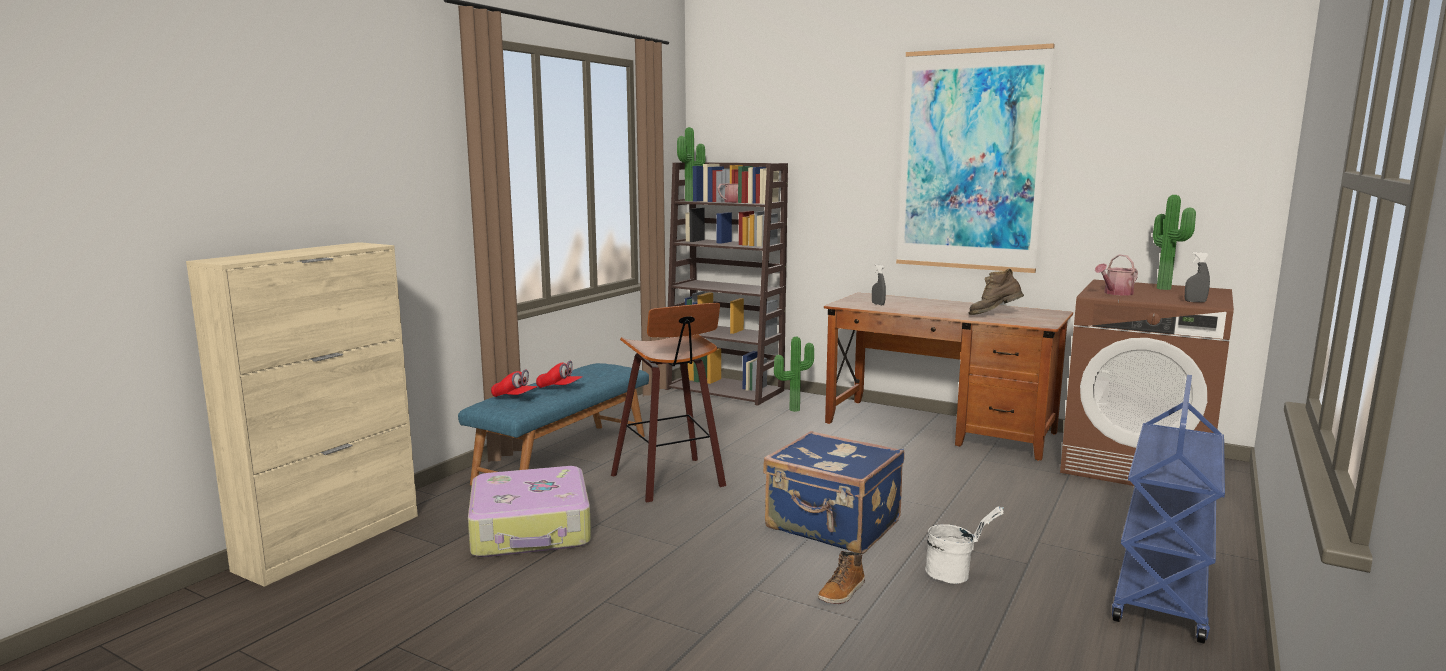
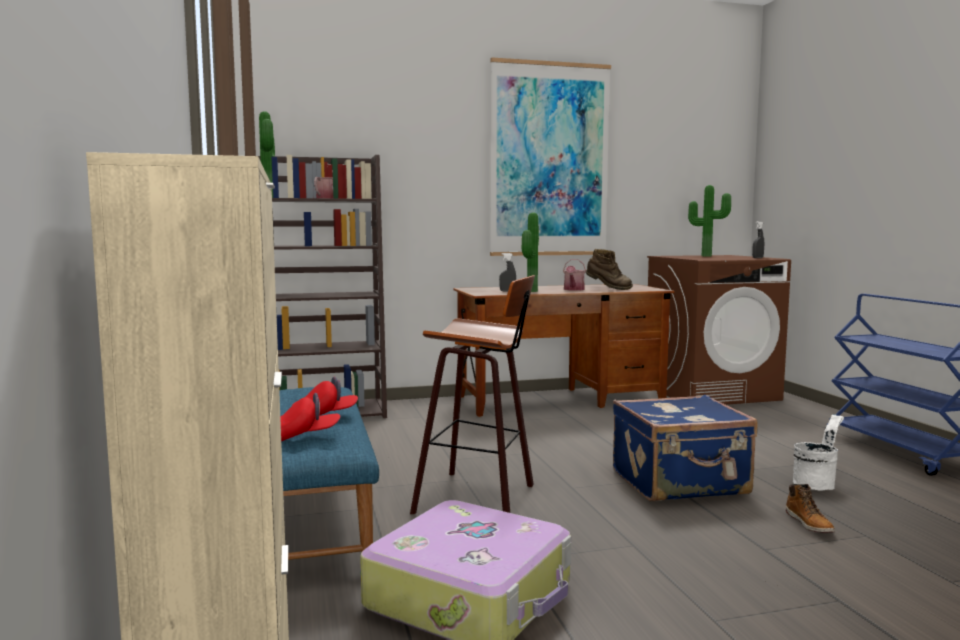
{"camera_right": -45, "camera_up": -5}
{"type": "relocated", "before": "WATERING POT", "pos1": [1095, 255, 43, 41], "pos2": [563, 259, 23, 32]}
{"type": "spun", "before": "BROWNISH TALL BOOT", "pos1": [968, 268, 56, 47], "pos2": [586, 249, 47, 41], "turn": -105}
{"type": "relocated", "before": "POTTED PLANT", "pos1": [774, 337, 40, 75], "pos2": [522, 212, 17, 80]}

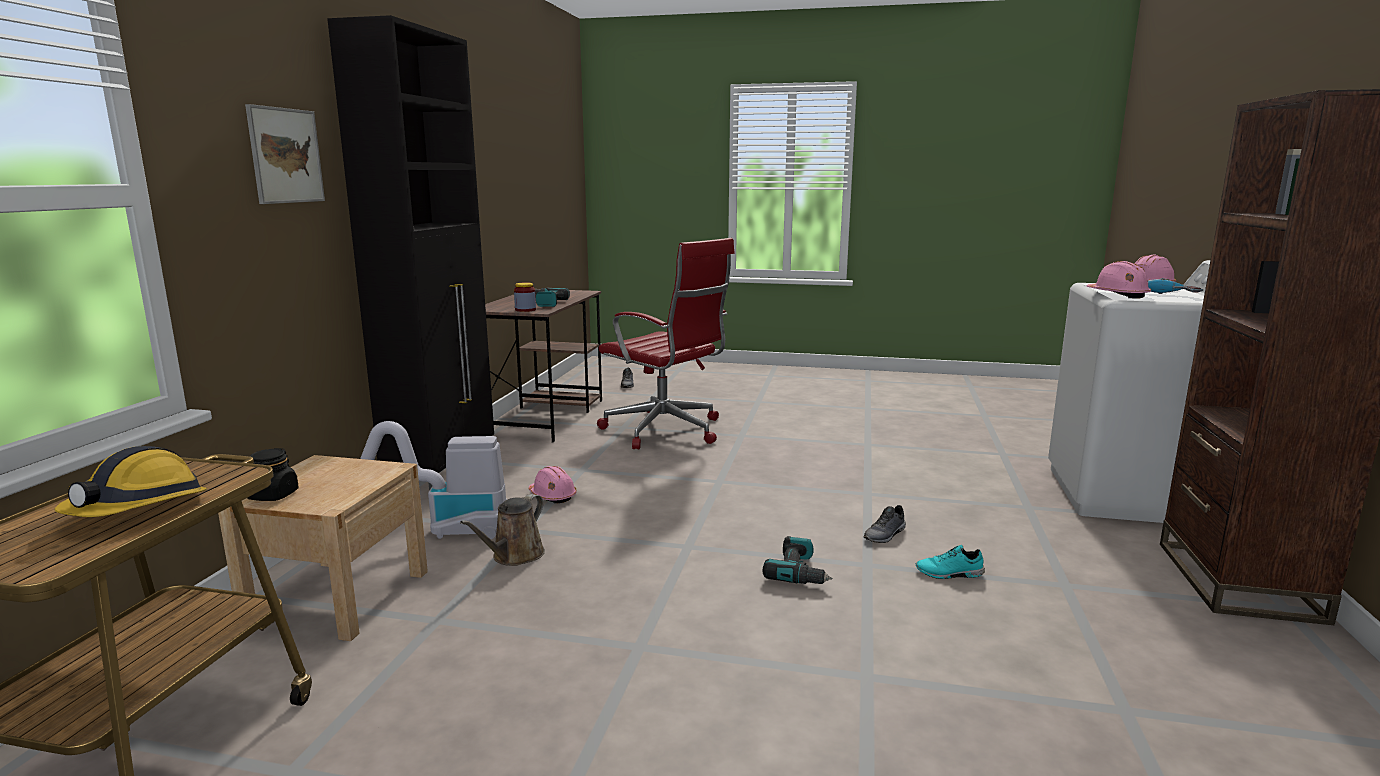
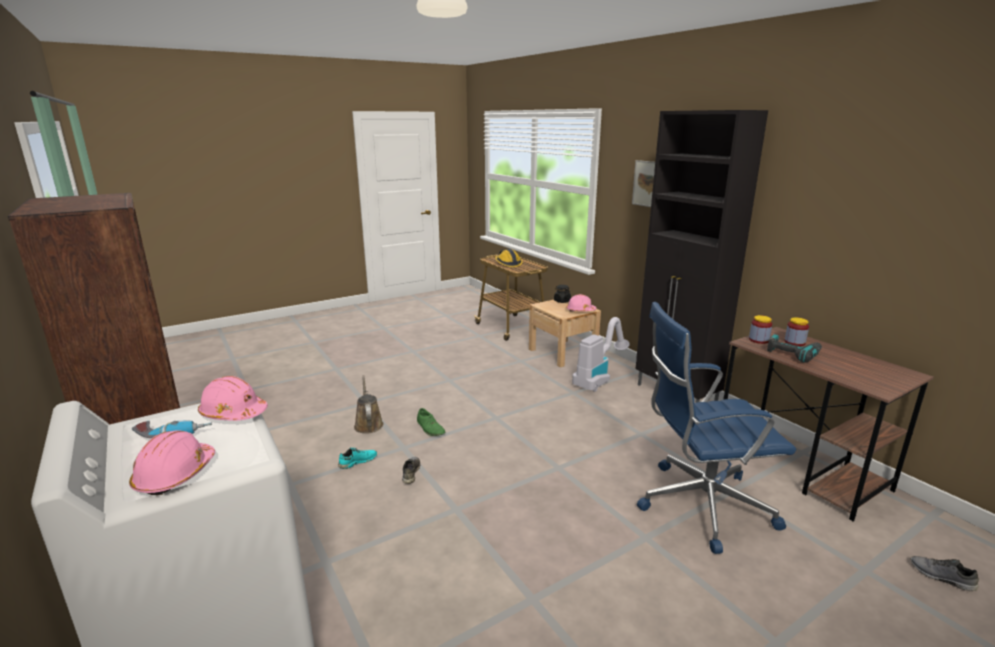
{"camera_right": 135, "camera_up": 5}
{"type": "colour", "before": "RED-COLOURED OFFICE CHAIR", "after": "BLUISH OFFICE CHAIR", "pos1": [597, 238, 138, 211], "pos2": [637, 302, 159, 252]}
{"type": "relocated", "before": "PINK-COLOURED HARD HAT", "pos1": [528, 466, 48, 37], "pos2": [566, 294, 31, 18]}
{"type": "relocated", "before": "BROWNISH WATERING POT", "pos1": [460, 494, 85, 72], "pos2": [354, 375, 30, 59]}
{"type": "exchanged", "before": "DRILL", "after": "GREENISH ITEM OF FOOTWEAR", "pos1": [763, 536, 69, 48], "pos2": [417, 408, 28, 28]}
{"type": "appeared", "after": "STORAGE JAR", "pos2": [784, 317, 25, 29]}

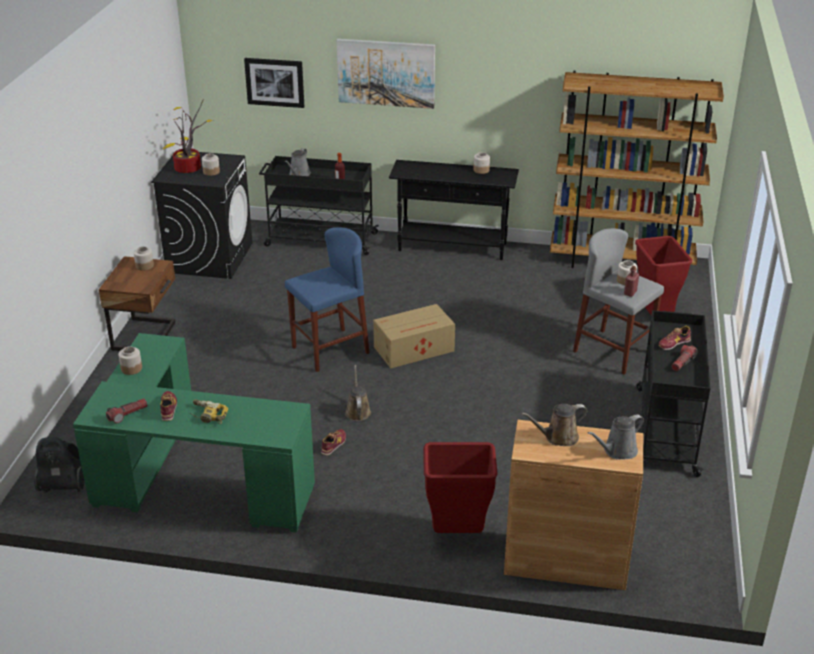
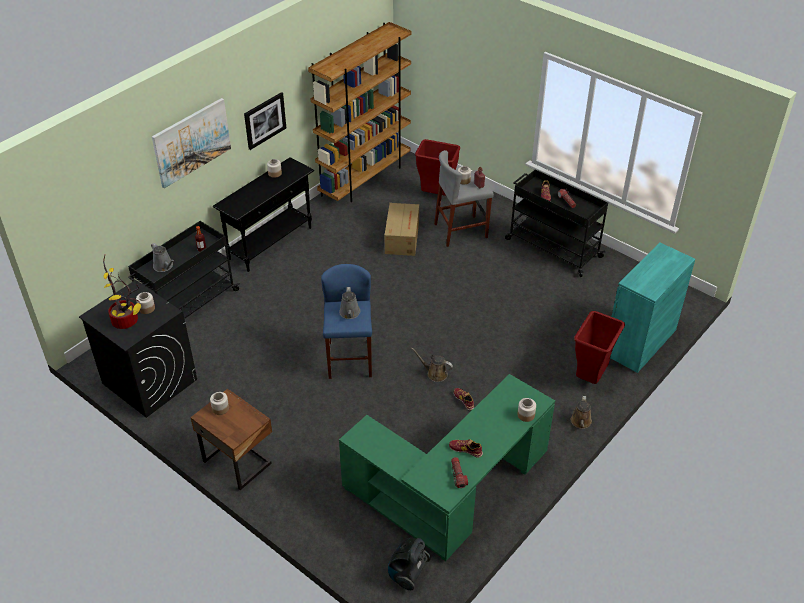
{"camera_right": -60, "camera_up": 10}
{"type": "relocated", "before": "PICTURE", "pos1": [244, 58, 60, 50], "pos2": [244, 92, 42, 58]}
{"type": "relocated", "before": "CARTON", "pos1": [373, 304, 82, 64], "pos2": [385, 203, 34, 53]}
{"type": "relocated", "before": "STORAGE JAR", "pos1": [118, 346, 24, 29], "pos2": [517, 398, 19, 24]}
{"type": "missing", "before": "DRILL", "pos1": [190, 399, 38, 25]}
{"type": "relocated", "before": "BROWNISH WATERING POT", "pos1": [522, 404, 65, 42], "pos2": [571, 396, 21, 33]}
{"type": "relocated", "before": "GRAY WATERING POT", "pos1": [587, 414, 57, 46], "pos2": [339, 287, 21, 32]}
{"type": "colour", "before": "BROWNISH CUPBOARD", "after": "TURQUOISE-COLOURED CUPBOARD", "pos1": [504, 420, 139, 170], "pos2": [610, 242, 85, 131]}

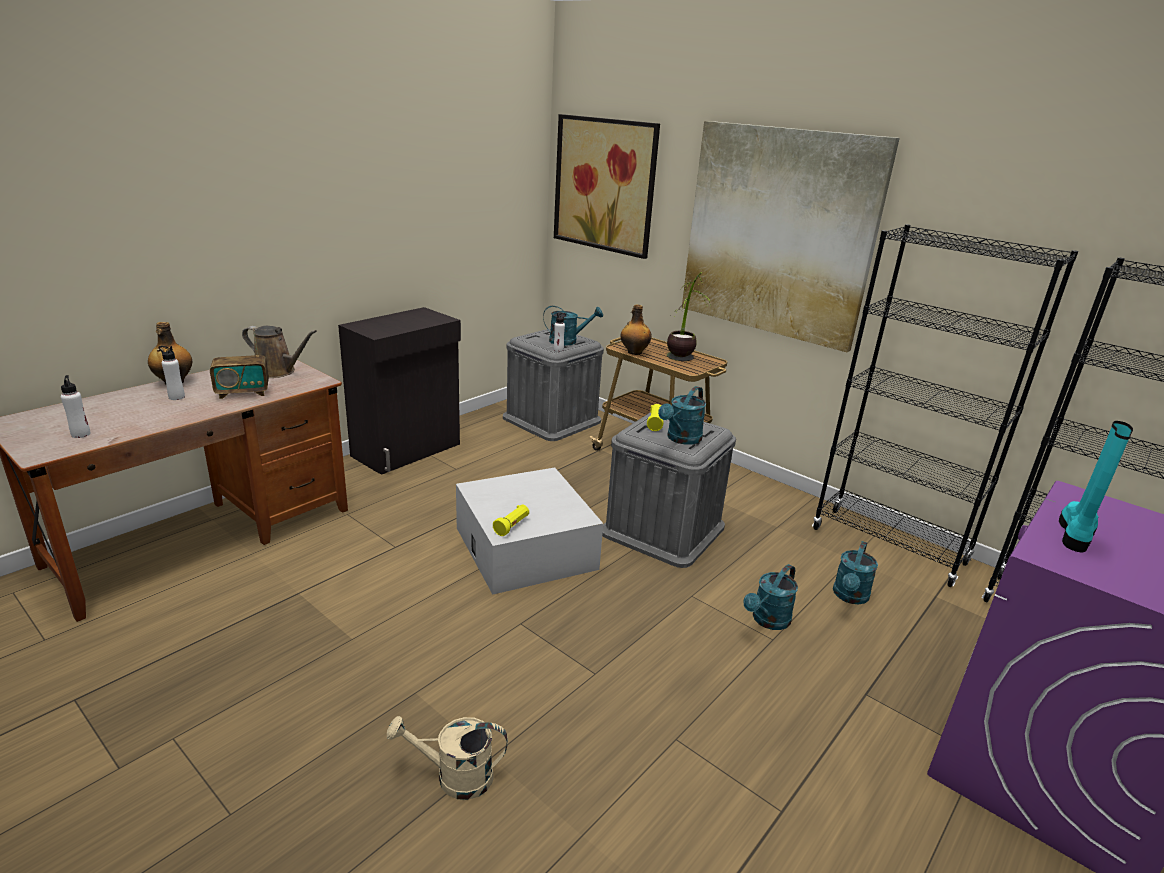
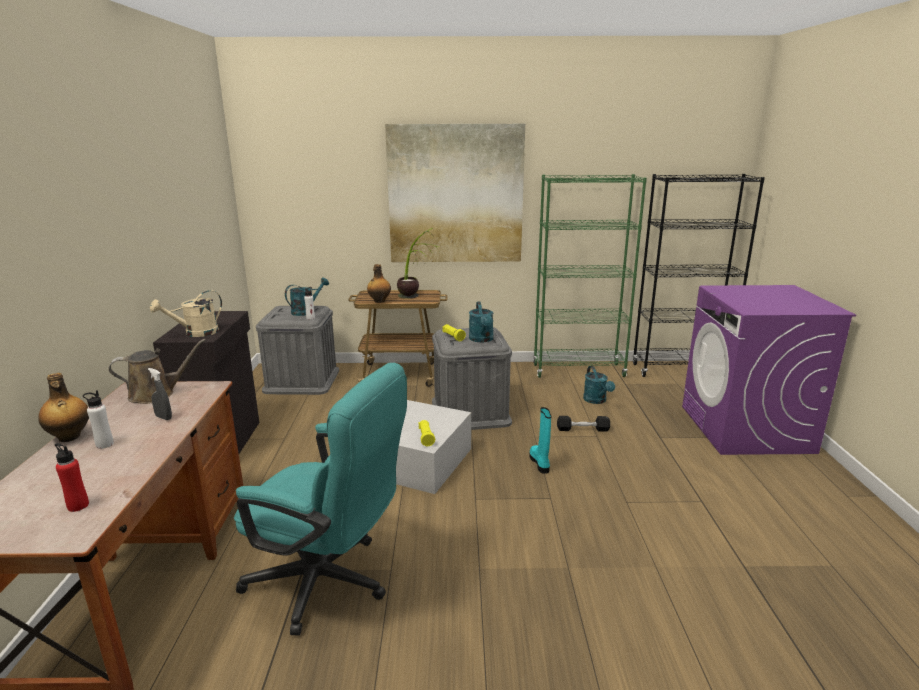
{"camera_right": -40, "camera_up": -5}
{"type": "missing", "before": "PICTURE", "pos1": [554, 114, 106, 145]}
{"type": "colour", "before": "BLACK-COLOURED BOOKCASE", "after": "GREENISH BOOKCASE", "pos1": [812, 224, 266, 363], "pos2": [533, 174, 114, 204]}
{"type": "exchanged", "before": "RADIO SET", "after": "GRAY SPRAYER", "pos1": [210, 329, 59, 70], "pos2": [148, 368, 24, 52]}
{"type": "colour", "before": "WHITE DRINK BOTTLE", "after": "RED-COLOURED DRINK BOTTLE", "pos1": [61, 375, 30, 63], "pos2": [55, 443, 34, 69]}
{"type": "relocated", "before": "TURQUOISE-COLOURED TALL BOOT", "pos1": [1059, 421, 74, 131], "pos2": [530, 407, 21, 67]}
{"type": "exchanged", "before": "TURQUOISE-COLOURED WATERING POT", "after": "BLACK-COLOURED HAND WEIGHT", "pos1": [743, 564, 55, 66], "pos2": [557, 416, 53, 16]}
{"type": "relocated", "before": "SAND-COLOURED WATERING POT", "pos1": [387, 716, 121, 84], "pos2": [150, 290, 72, 47]}
{"type": "appeared", "after": "TURQUOISE-COLOURED OFFICE CHAIR", "pos2": [234, 363, 173, 273]}

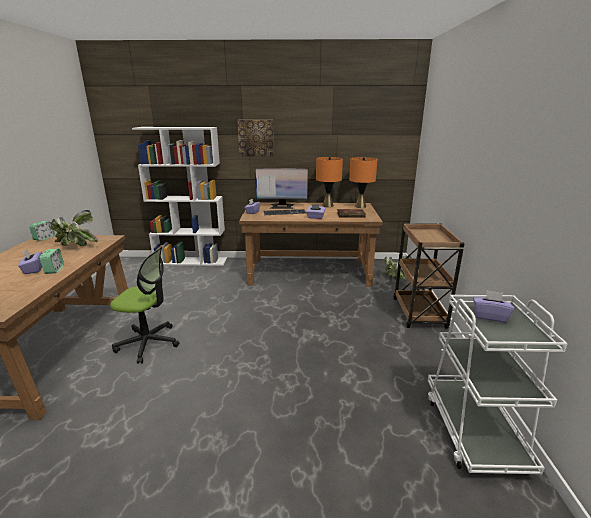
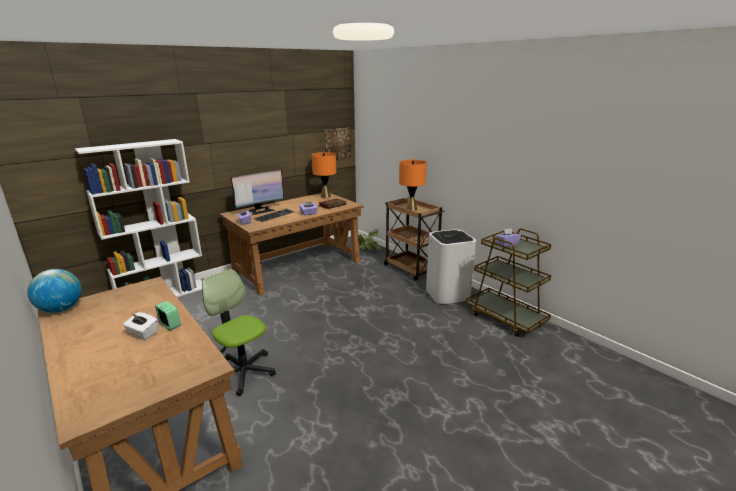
{"camera_right": -40, "camera_up": 0}
{"type": "relocated", "before": "PICTURE", "pos1": [237, 120, 37, 36], "pos2": [324, 128, 27, 32]}
{"type": "relocated", "before": "ORANGEY TABLETOP LAMP", "pos1": [316, 157, 27, 50], "pos2": [399, 160, 28, 51]}
{"type": "missing", "before": "POTTED PLANT", "pos1": [49, 210, 49, 36]}
{"type": "exchanged", "before": "TABLE CLOCK", "after": "WORLD GLOBE", "pos1": [29, 221, 26, 20], "pos2": [27, 269, 54, 44]}
{"type": "spun", "before": "OFFICE CHAIR", "pos1": [110, 247, 70, 117], "pos2": [202, 269, 74, 127], "turn": -105}
{"type": "colour", "before": "PURPLE TISSUE HOLDER", "after": "WHITE TISSUE HOLDER", "pos1": [18, 249, 24, 25], "pos2": [123, 312, 35, 28]}
{"type": "colour", "before": "WHITE WHEELED CART", "after": "BROWNISH WHEELED CART", "pos1": [428, 295, 140, 179], "pos2": [466, 228, 85, 109]}
{"type": "appeared", "after": "WHITE RUBBISH BIN", "pos2": [426, 229, 50, 75]}

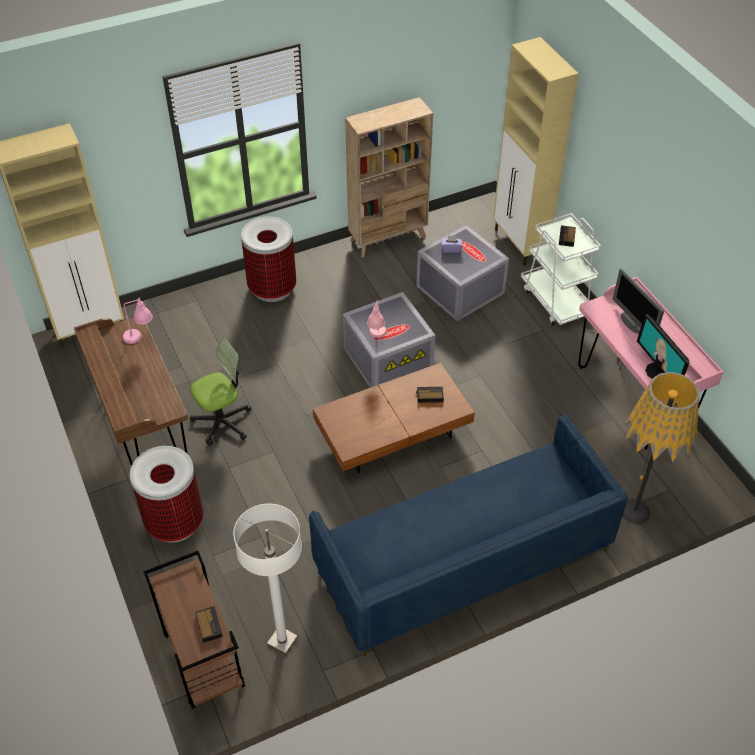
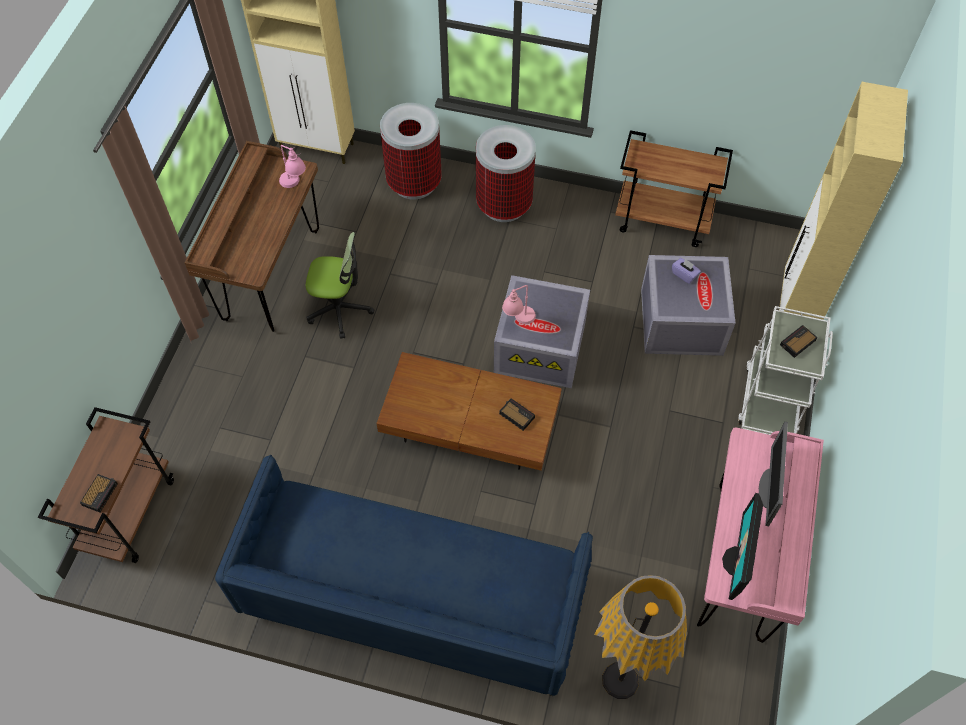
{"camera_right": 40, "camera_up": 10}
{"type": "exchanged", "before": "SAND-COLOURED BOOKCASE", "after": "BROWNISH WHEELED CART", "pos1": [345, 97, 88, 161], "pos2": [615, 130, 118, 117]}
{"type": "relocated", "before": "RUBBISH BIN", "pos1": [130, 446, 73, 97], "pos2": [380, 103, 62, 96]}
{"type": "missing", "before": "WHITE STANDARD LAMP", "pos1": [233, 503, 69, 151]}

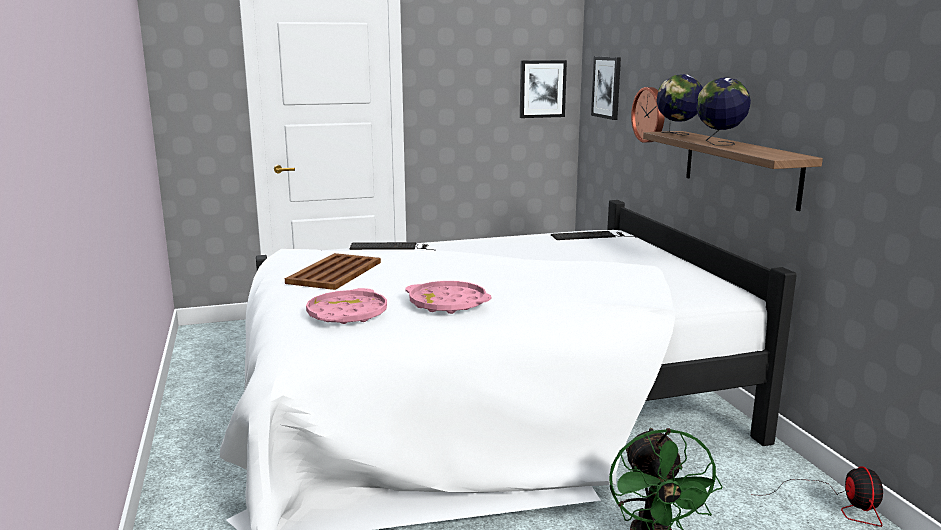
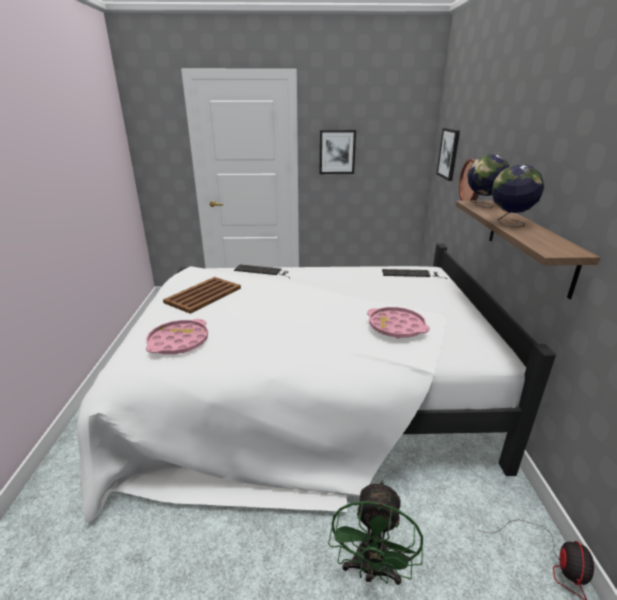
{"camera_right": 15, "camera_up": 10}
{"type": "relocated", "before": "PICTURE", "pos1": [520, 60, 47, 58], "pos2": [319, 130, 37, 44]}
{"type": "relocated", "before": "PINK-COLOURED TRAY", "pos1": [405, 281, 87, 33], "pos2": [367, 307, 63, 31]}

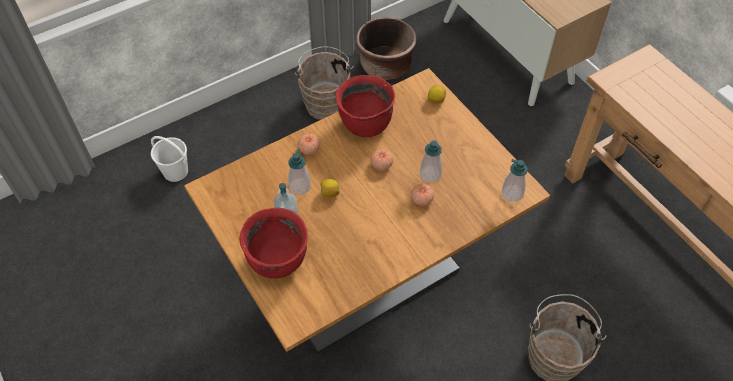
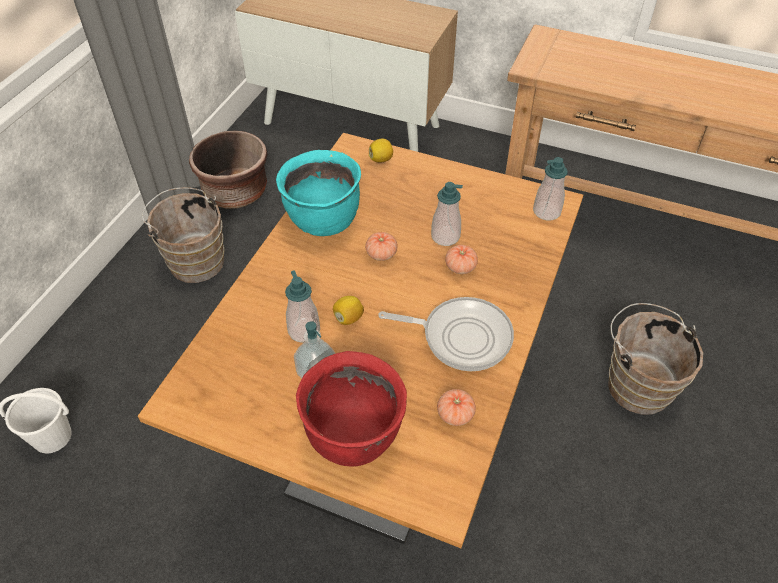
{"camera_right": -35, "camera_up": -5}
{"type": "colour", "before": "RED-COLOURED STOCKPOT", "after": "TURQUOISE-COLOURED STOCKPOT", "pos1": [336, 75, 59, 62], "pos2": [276, 150, 85, 86]}
{"type": "relocated", "before": "TOMATO", "pos1": [298, 134, 22, 20], "pos2": [437, 389, 39, 37]}
{"type": "appeared", "after": "FRYING PAN", "pos2": [378, 297, 136, 74]}

